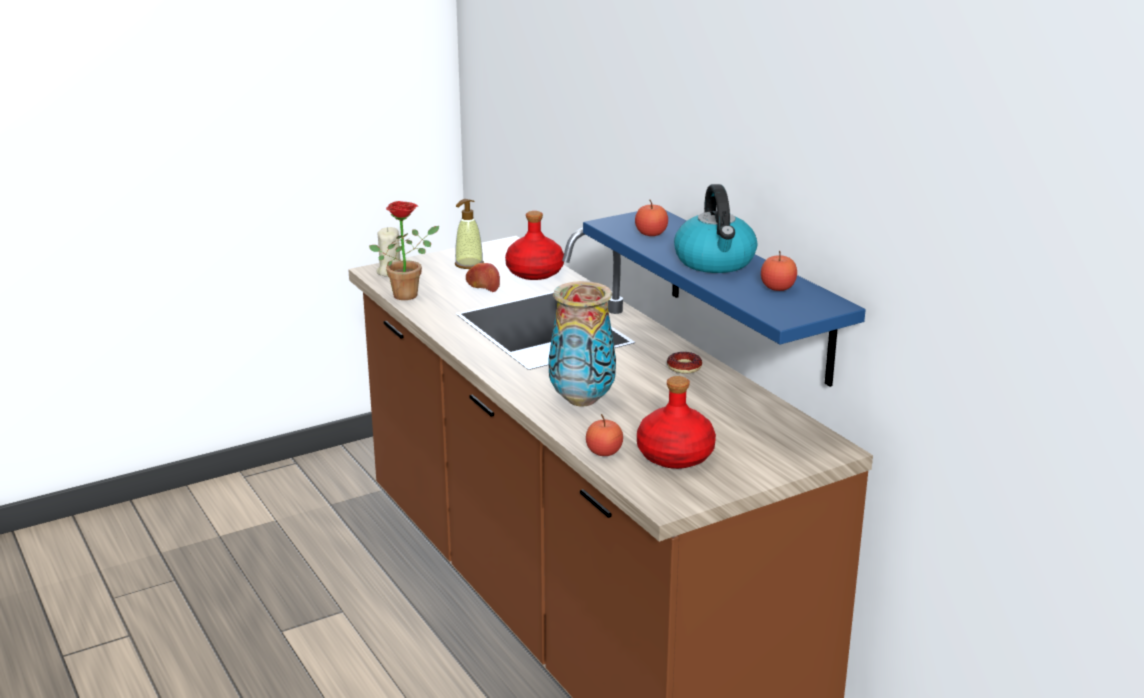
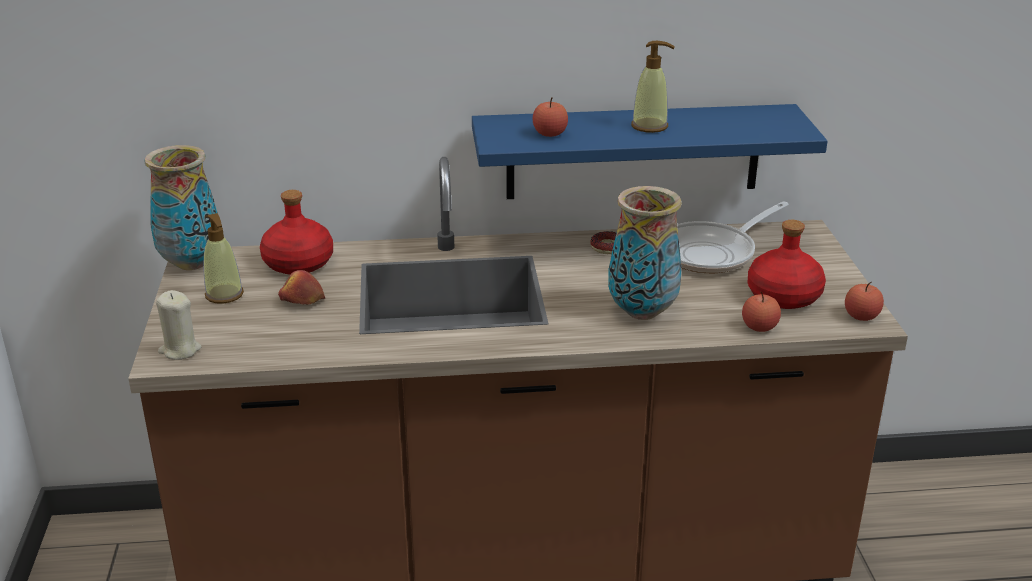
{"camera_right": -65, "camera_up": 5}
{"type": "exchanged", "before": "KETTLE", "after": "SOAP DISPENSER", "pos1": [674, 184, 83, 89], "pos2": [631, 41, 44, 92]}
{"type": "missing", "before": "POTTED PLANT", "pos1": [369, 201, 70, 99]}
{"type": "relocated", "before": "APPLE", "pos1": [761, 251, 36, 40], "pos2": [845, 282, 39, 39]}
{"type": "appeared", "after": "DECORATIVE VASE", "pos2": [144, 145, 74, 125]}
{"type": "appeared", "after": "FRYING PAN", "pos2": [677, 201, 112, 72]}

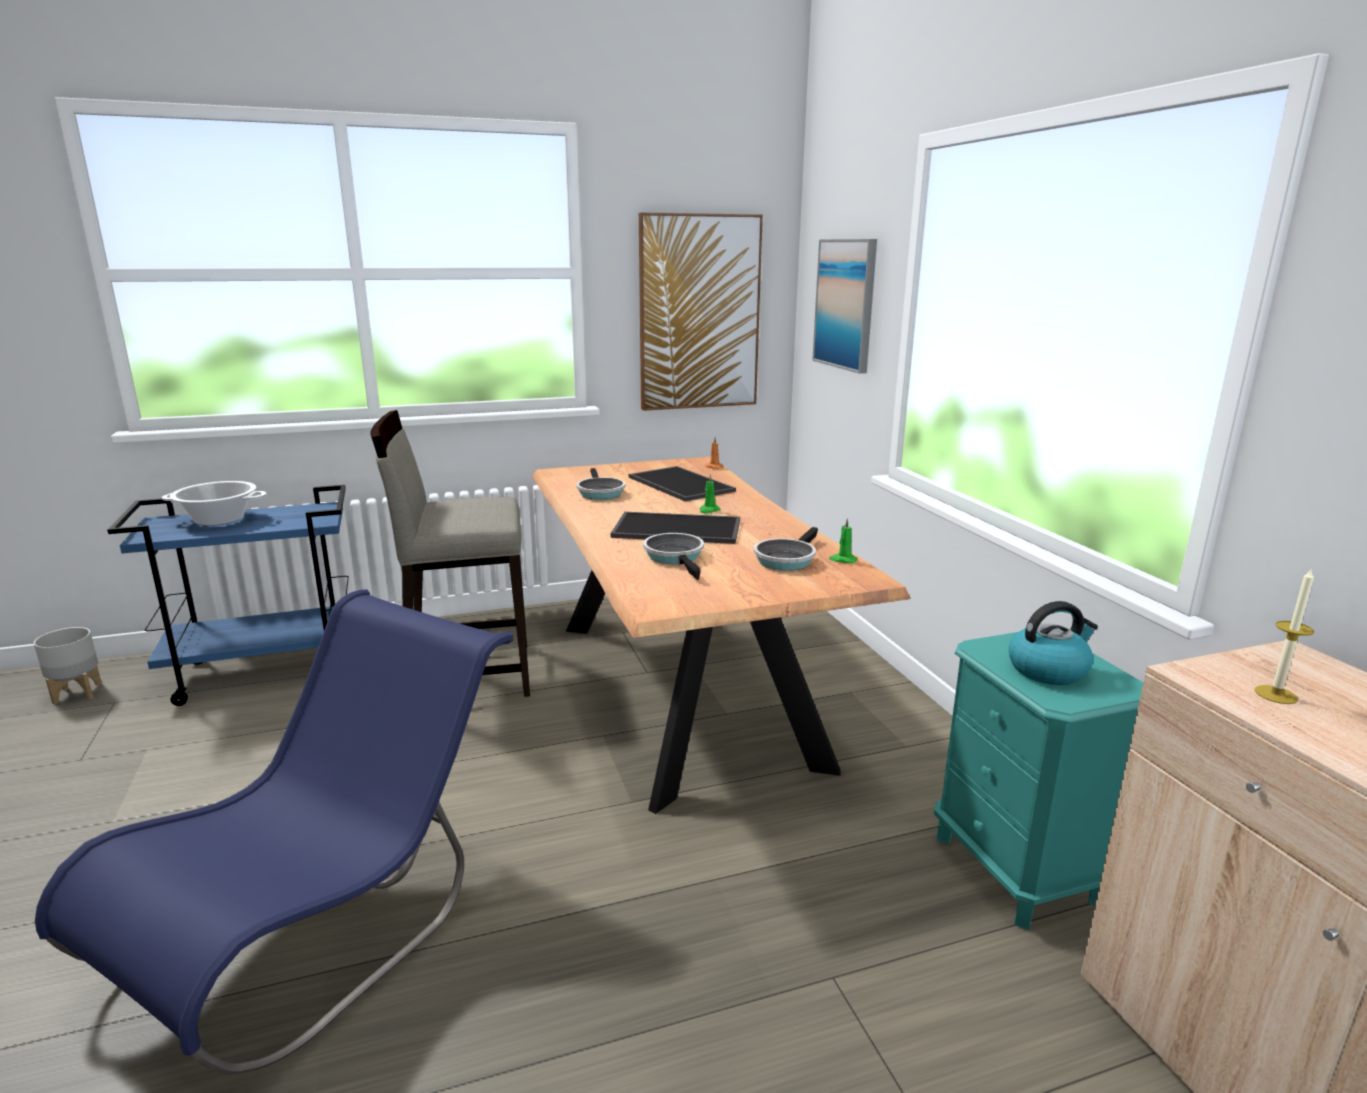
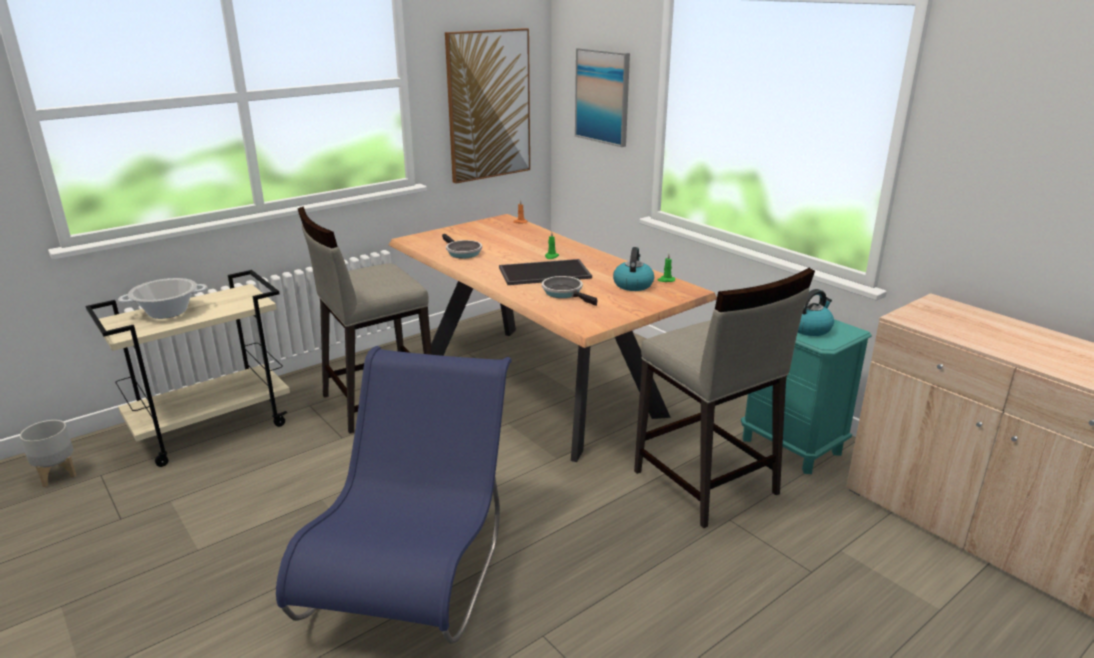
{"camera_right": -20, "camera_up": 5}
{"type": "missing", "before": "TRAY", "pos1": [629, 466, 107, 35]}
{"type": "colour", "before": "BLUISH WHEELED CART", "after": "SAND-COLOURED WHEELED CART", "pos1": [107, 485, 242, 221], "pos2": [85, 270, 205, 197]}
{"type": "exchanged", "before": "FRYING PAN", "after": "KETTLE", "pos1": [753, 527, 65, 44], "pos2": [613, 247, 41, 44]}
{"type": "missing", "before": "CANDLE", "pos1": [1255, 567, 59, 137]}
{"type": "appeared", "after": "SAND-COLOURED SITTING STOOL", "pos2": [634, 268, 181, 260]}

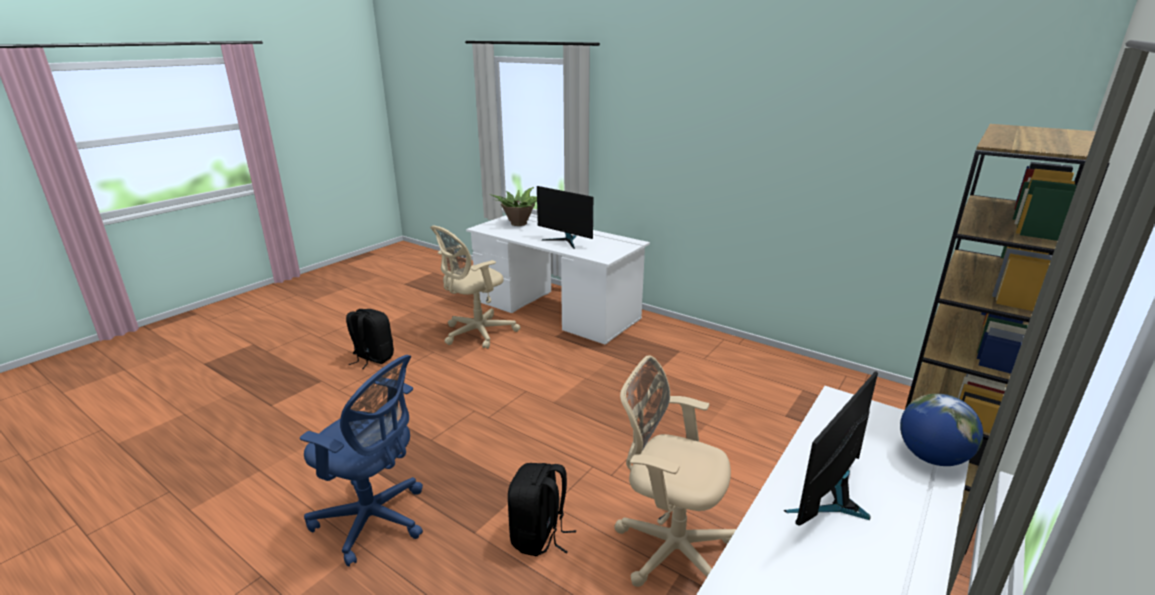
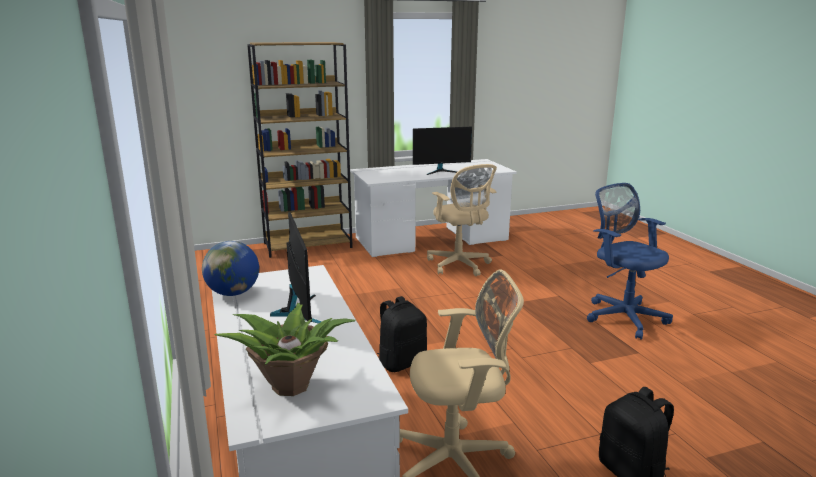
{"camera_right": -145, "camera_up": -5}
{"type": "relocated", "before": "WORLD GLOBE", "pos1": [900, 394, 83, 72], "pos2": [202, 241, 57, 55]}
{"type": "relocated", "before": "BLACK-COLOURED KNAPSACK", "pos1": [508, 463, 68, 93], "pos2": [377, 296, 50, 76]}

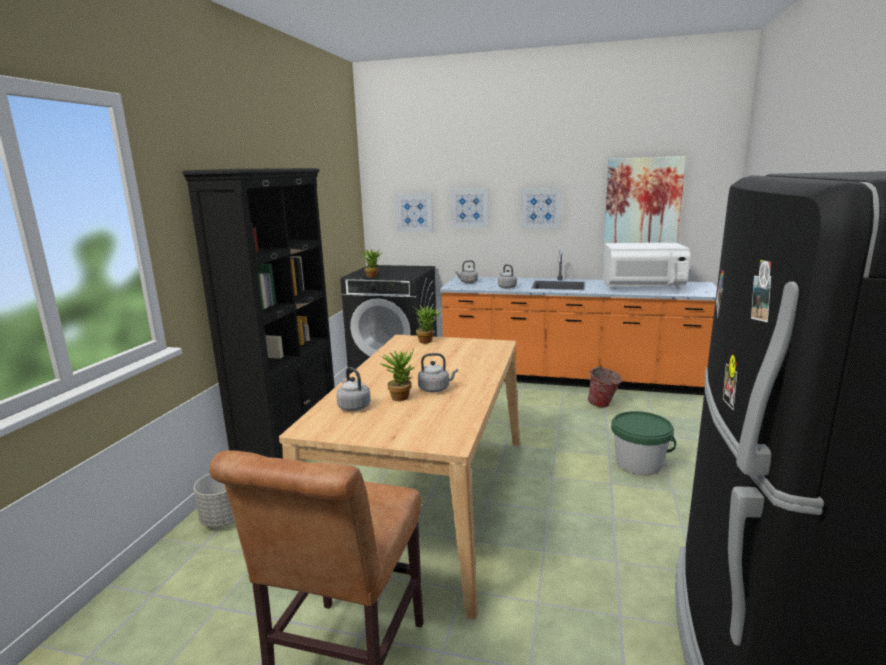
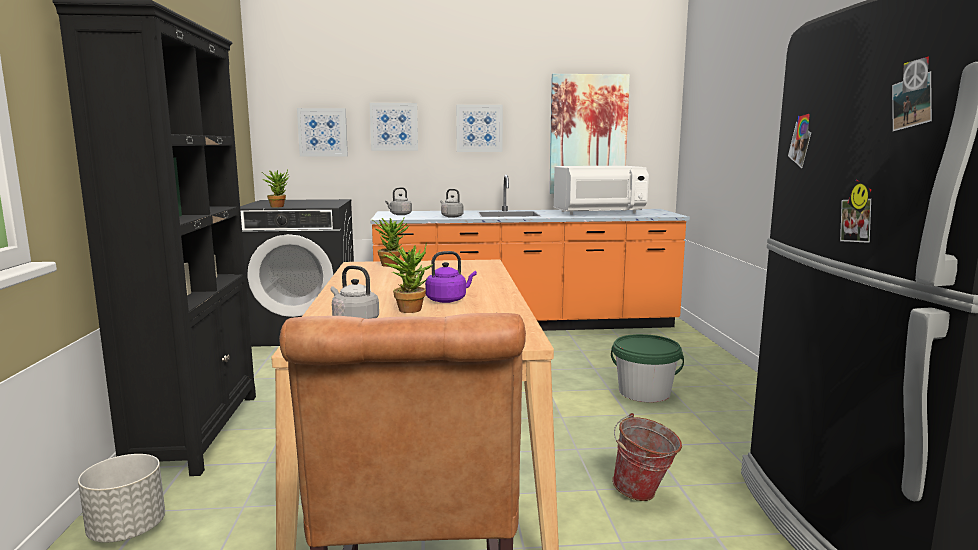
{"camera_right": -20, "camera_up": -5}
{"type": "colour", "before": "GRAY KETTLE", "after": "PURPLE KETTLE", "pos1": [418, 353, 40, 39], "pos2": [425, 251, 52, 52]}
{"type": "relocated", "before": "WATER BUCKET", "pos1": [588, 365, 34, 43], "pos2": [612, 413, 70, 88]}

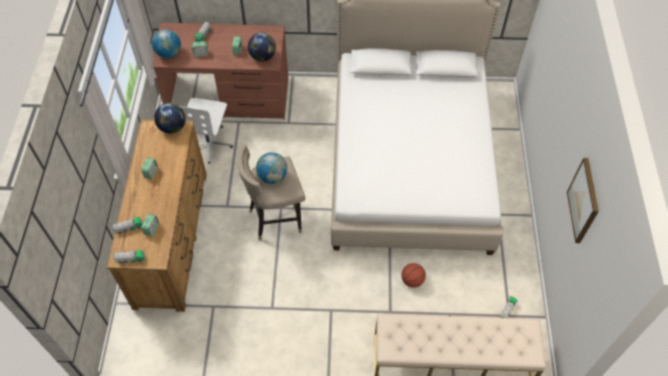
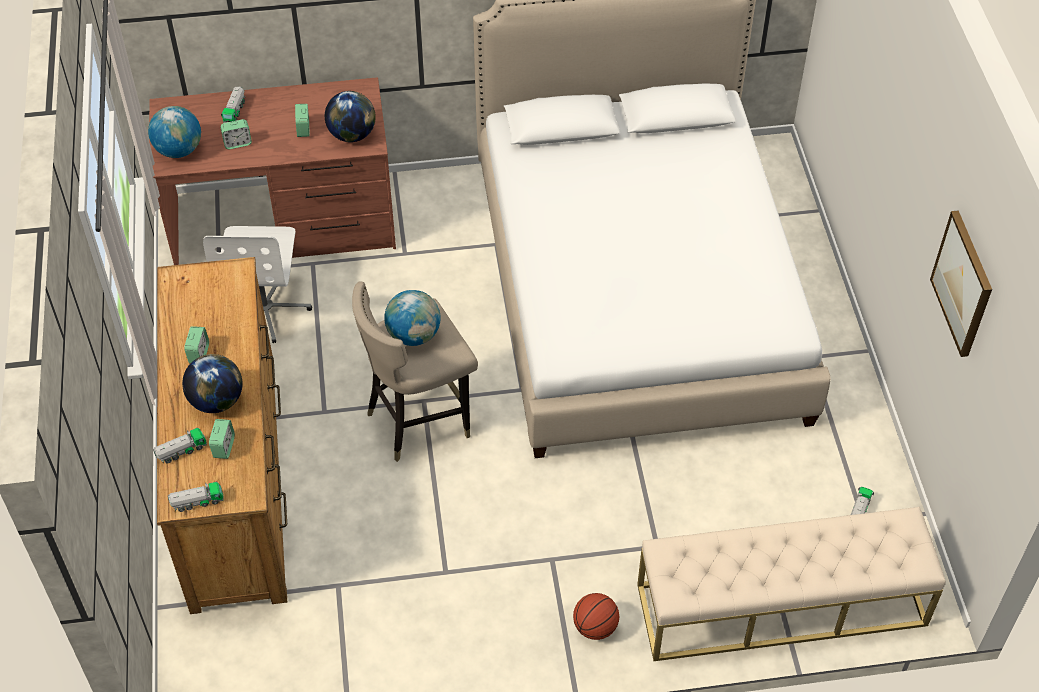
{"camera_right": -10, "camera_up": -5}
{"type": "relocated", "before": "WORLD GLOBE", "pos1": [154, 103, 32, 31], "pos2": [182, 354, 61, 59]}
{"type": "relocated", "before": "BALL FOR BASKETBALL", "pos1": [401, 263, 25, 25], "pos2": [573, 593, 46, 47]}

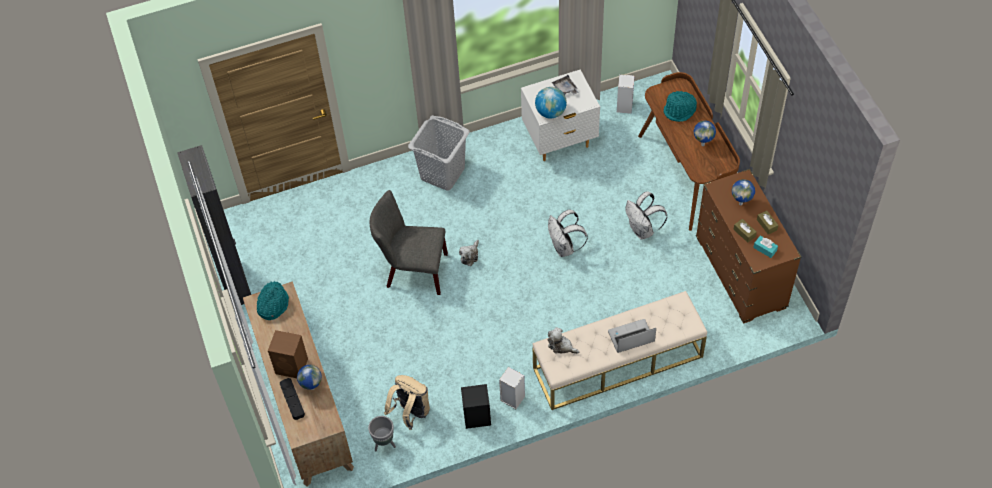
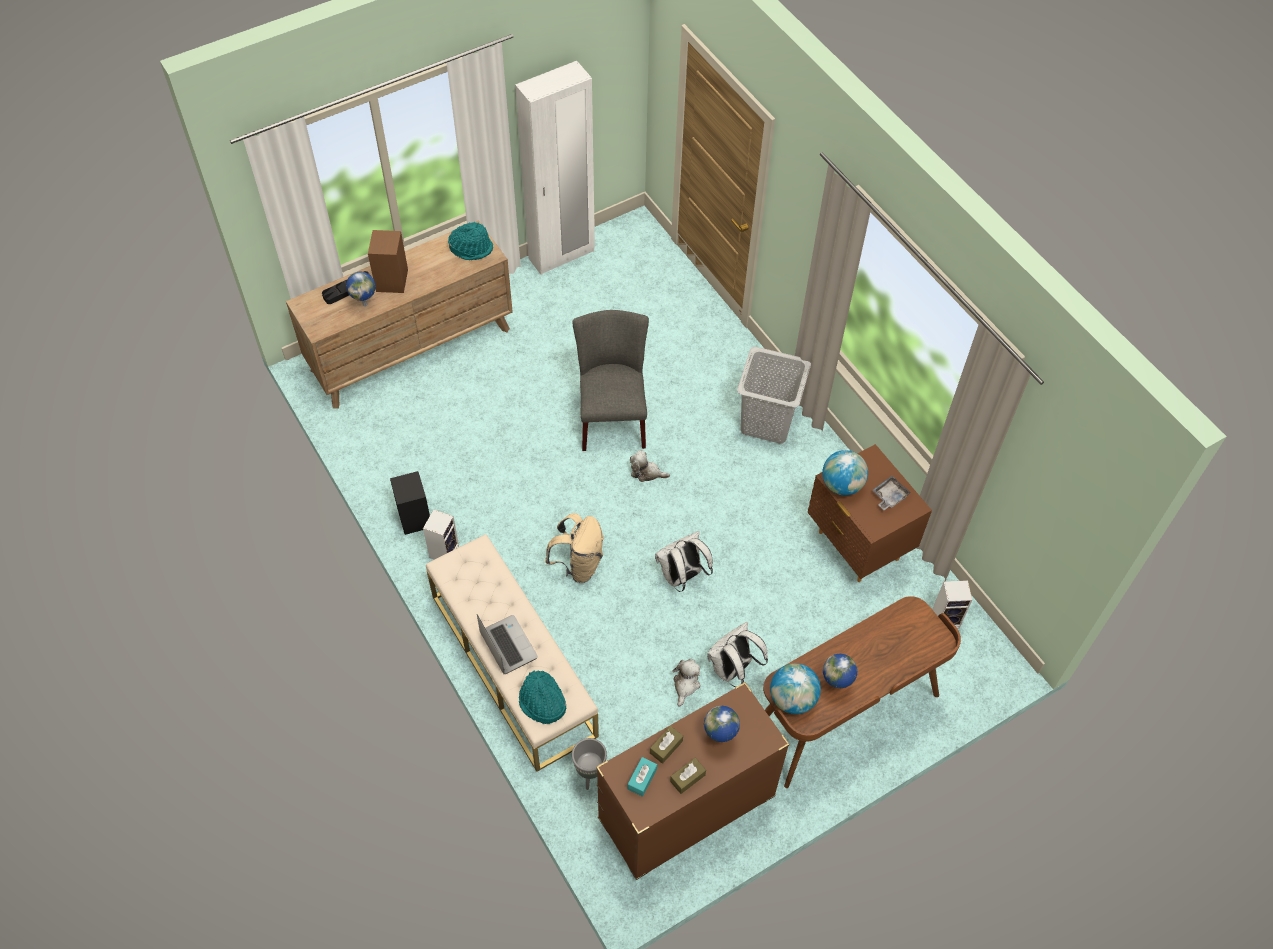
{"camera_right": 75, "camera_up": 0}
{"type": "colour", "before": "WHITE BEDSIDE TABLE", "after": "BROWNISH BEDSIDE TABLE", "pos1": [521, 69, 79, 92], "pos2": [808, 444, 124, 138]}
{"type": "relocated", "before": "TURQUOISE-COLOURED HAT", "pos1": [664, 91, 33, 31], "pos2": [519, 671, 47, 53]}
{"type": "colour", "before": "BLACK-COLOURED CLOTHES CUPBOARD", "after": "WHITE CLOTHES CUPBOARD", "pos1": [177, 145, 74, 160], "pos2": [515, 61, 80, 214]}
{"type": "relocated", "before": "CUDDLY TOY", "pos1": [548, 327, 31, 27], "pos2": [673, 659, 28, 48]}
{"type": "relocated", "before": "SAND-COLOURED KNAPSACK", "pos1": [384, 375, 46, 55], "pos2": [545, 513, 59, 70]}
{"type": "relocated", "before": "GRAY FLOWER POT", "pos1": [368, 416, 28, 35], "pos2": [572, 738, 35, 52]}
{"type": "appeared", "after": "WORLD GLOBE", "pos2": [770, 663, 51, 51]}

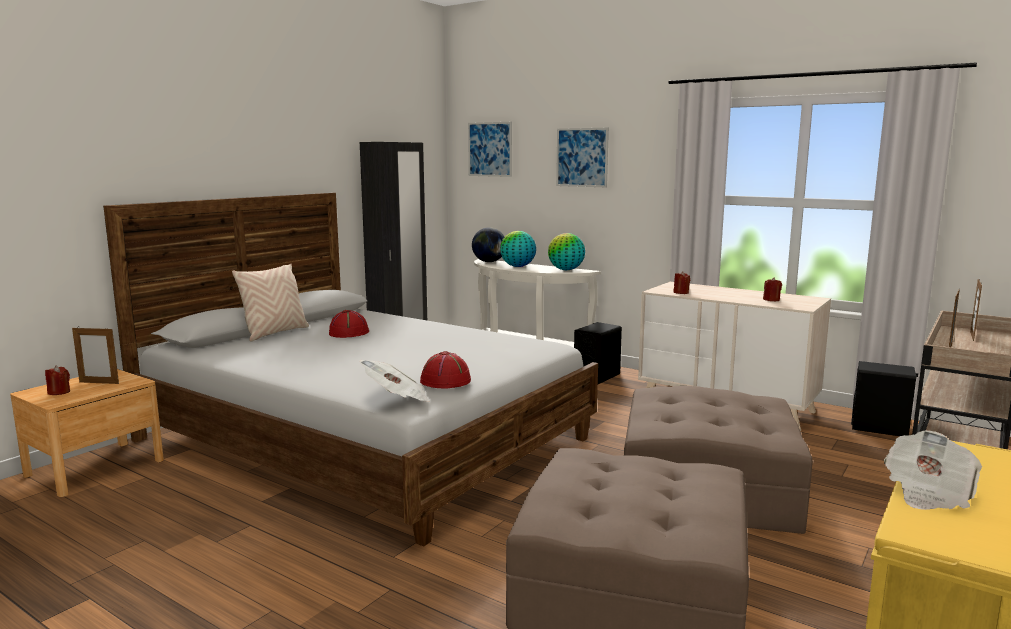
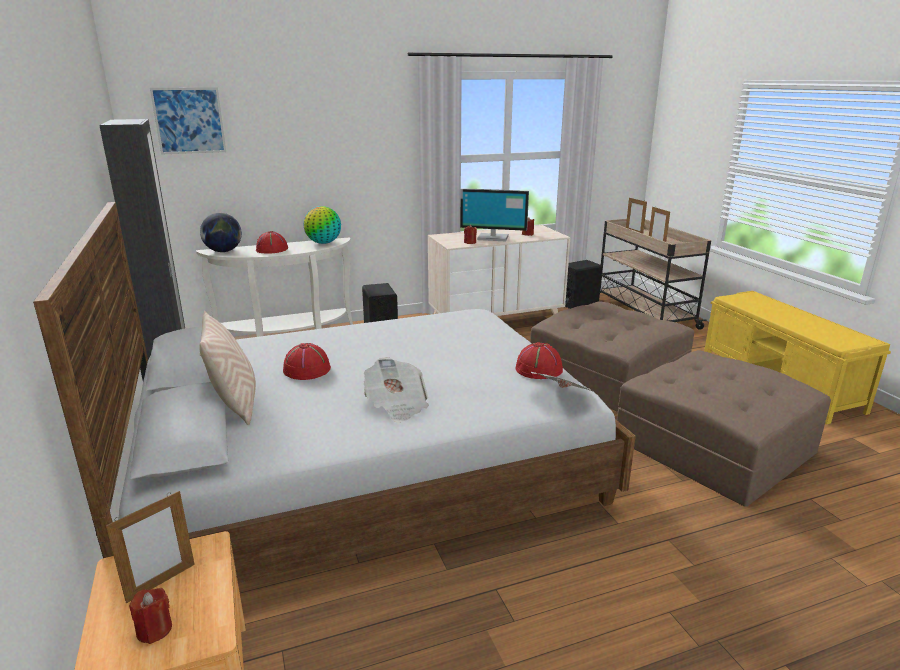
{"camera_right": -55, "camera_up": 10}
{"type": "missing", "before": "PICTURE", "pos1": [556, 128, 53, 59]}
{"type": "exchanged", "before": "WORLD GLOBE", "after": "RED-COLOURED HAT", "pos1": [500, 231, 36, 36], "pos2": [256, 231, 32, 23]}
{"type": "relocated", "before": "DAILY PAPER", "pos1": [884, 430, 98, 80], "pos2": [364, 357, 65, 66]}
{"type": "appeared", "after": "MONITOR", "pos2": [460, 188, 69, 54]}

